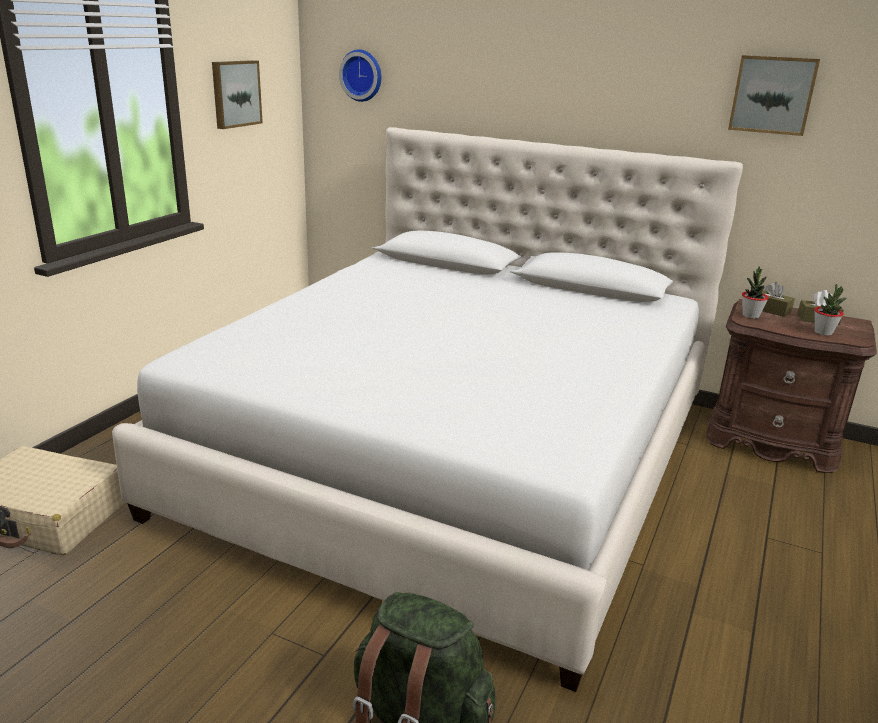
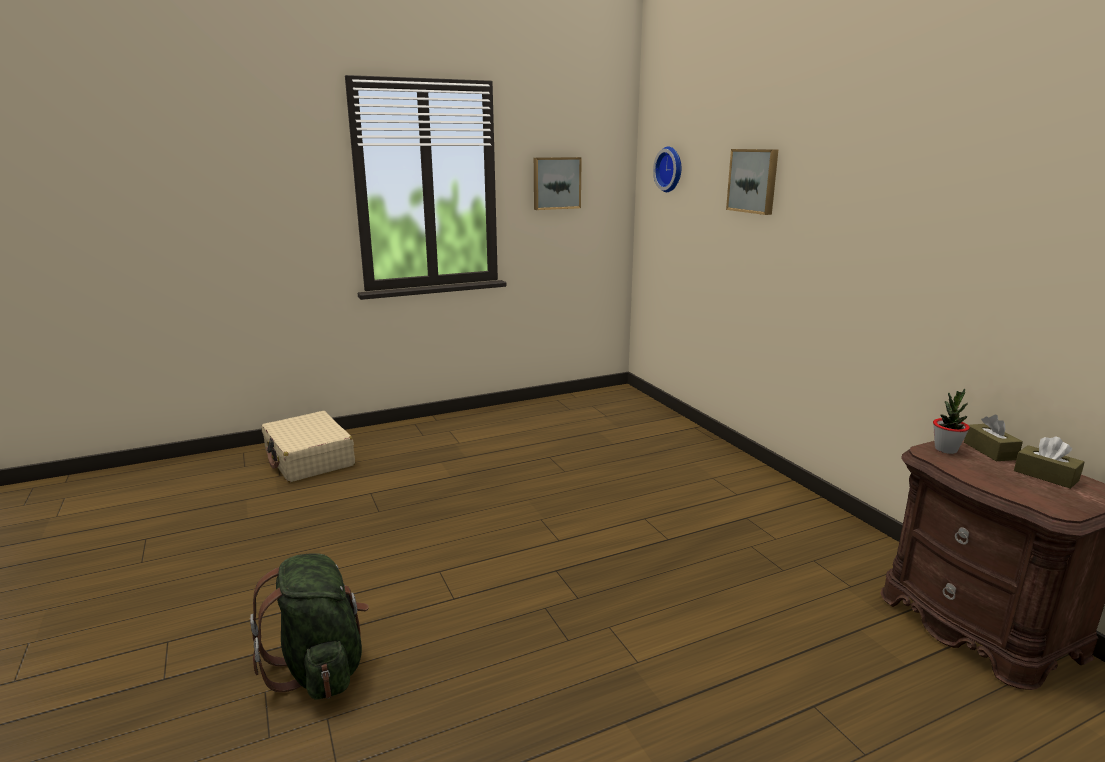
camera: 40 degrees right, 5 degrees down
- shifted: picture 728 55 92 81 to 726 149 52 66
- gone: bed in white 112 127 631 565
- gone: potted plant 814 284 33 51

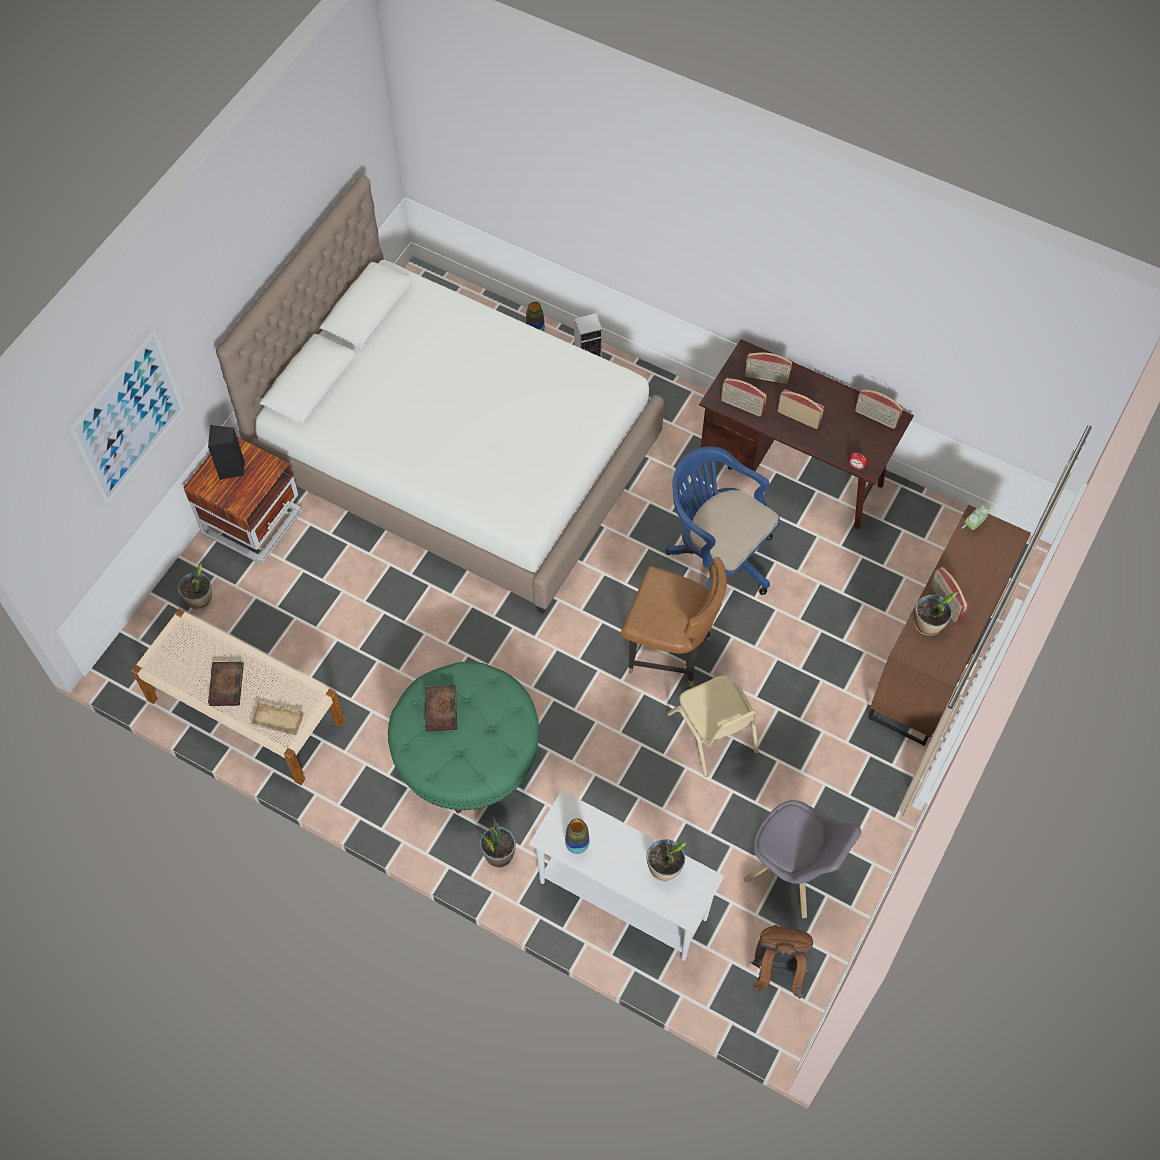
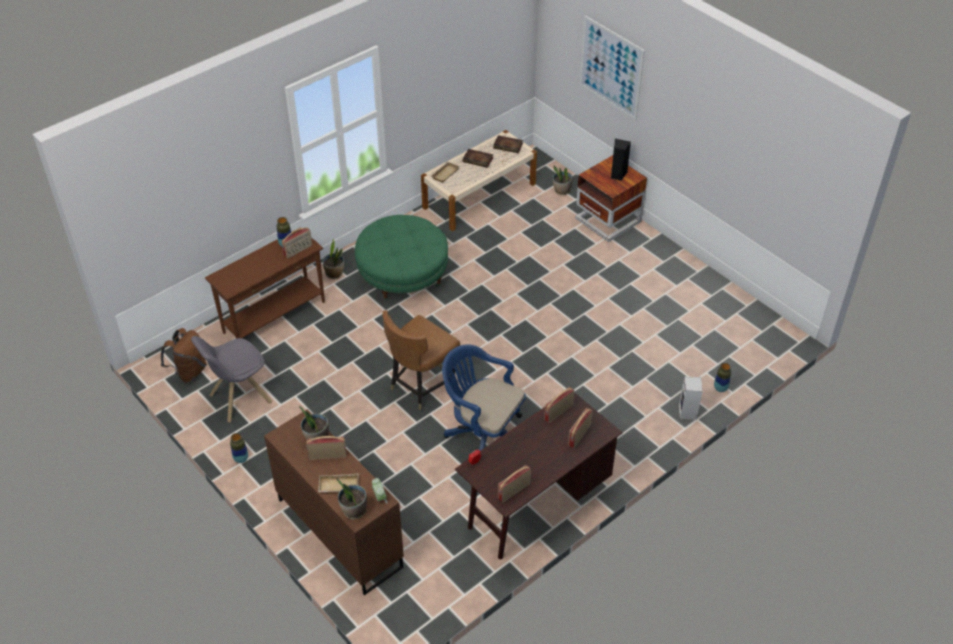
camera: 110 degrees right, 15 degrees down
- repainted: console table in white 529 790 195 171 to console table in brown 205 228 120 111
- new: vase 230 433 18 30
- shifted: radio 778 389 46 40 to 282 227 30 31
- new: tray in beige 318 473 41 19
- shifted: potted plant 647 839 39 42 to 336 478 31 41
- rotated: office chair in blue 666 446 114 149 = 442 344 84 107 120 degrees counterclockwise
- shifted: book 425 685 32 47 to 493 135 30 18
- gone: bed in white 216 176 448 438
- gone: chair in beige 667 675 92 102

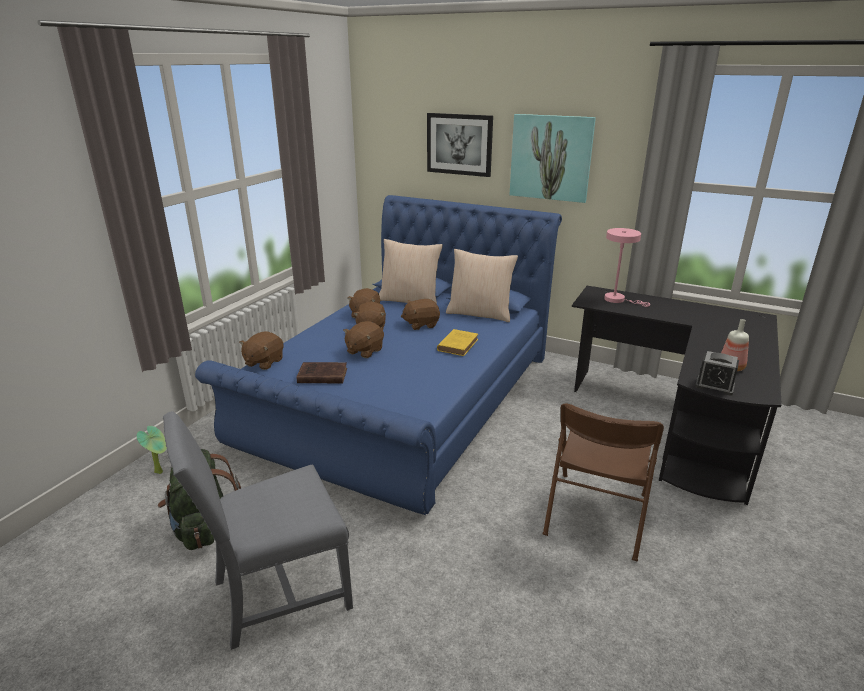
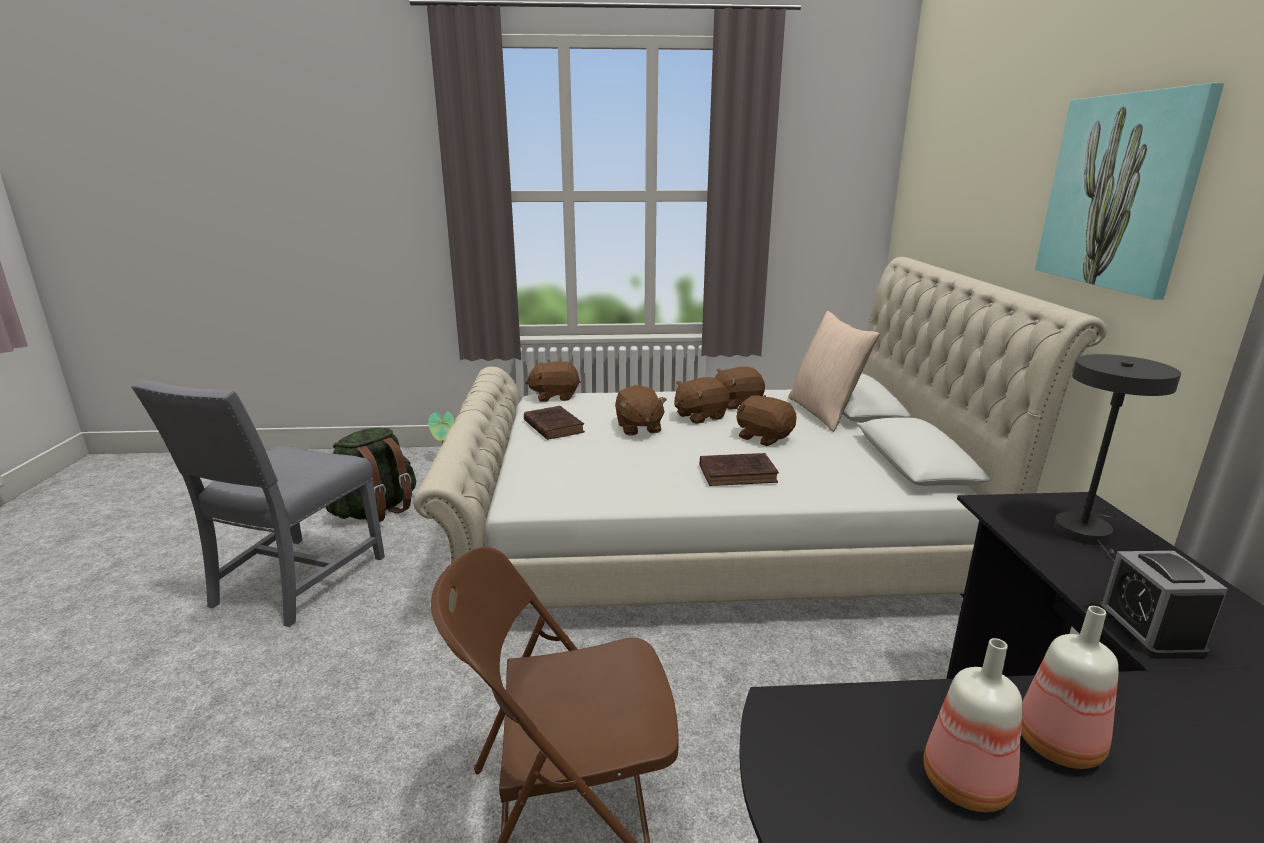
camera: 60 degrees right, 5 degrees down
- rotated: chair in grey 163 411 190 239 = 131 379 254 248 105 degrees counterclockwise
- repainted: bed in blue 195 195 367 320 to bed in beige 413 257 694 356
- rotated: plush toy in brown 343 321 41 37 = 615 385 52 51 105 degrees counterclockwise
- repainted: book in yellow 437 329 41 27 to book in brown 700 453 79 33
- new: bottle 1021 606 98 163
- repainted: table lamp in pink 604 228 46 79 to table lamp in grey 1054 354 127 208
- shifted: alarm clock 695 351 44 45 to 1098 551 130 108
- gone: picture 427 113 66 64
- gone: pillow in beige 446 249 72 73

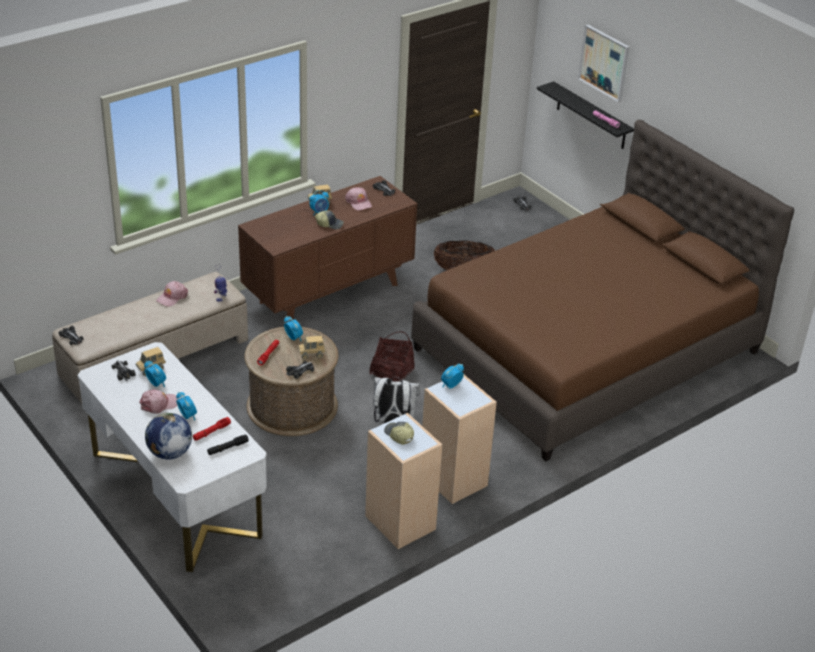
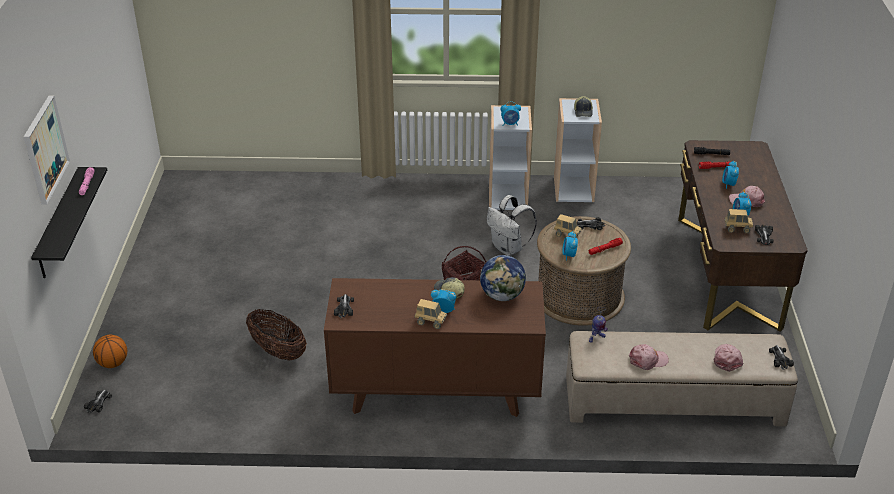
camera: 140 degrees left, 0 degrees up
- new: basketball 93 335 34 33
- shifted: globe 145 413 47 46 to 480 255 46 46
- repainted: desk in white 77 342 190 230 to desk in brown 678 140 130 192
- shifted: cap in pink 345 187 27 24 to 714 344 30 28
- gone: bed in brown 411 120 383 341

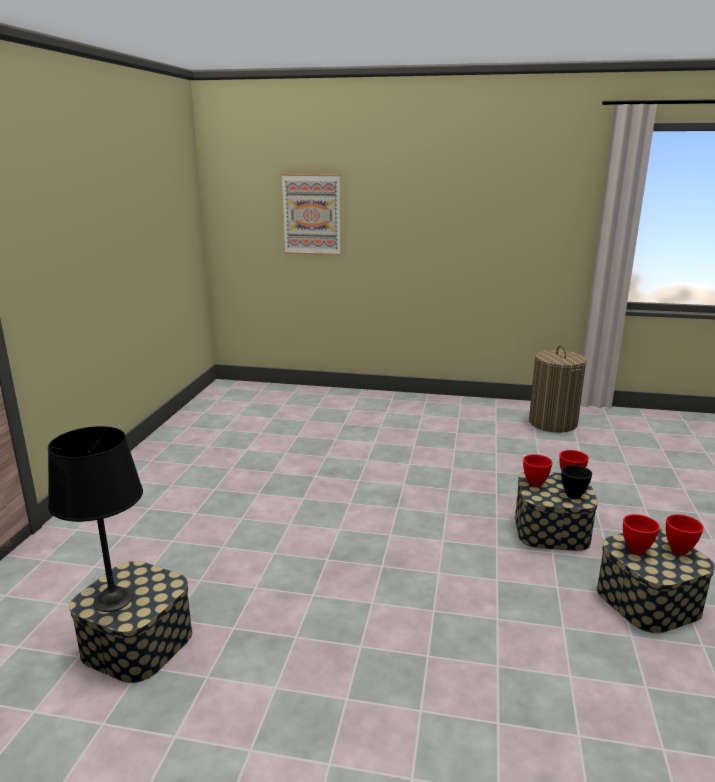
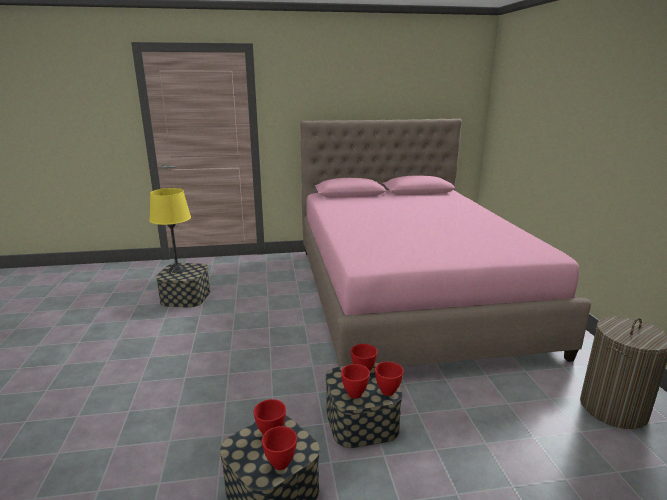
camera: 70 degrees right, 0 degrees up
- repainted: table lamp in black 48 426 95 186 to table lamp in yellow 150 188 41 85
- new: bed in pink 300 119 291 248
- repainted: bowl in black 561 465 31 34 to bowl in red 341 364 29 35
- gone: picture 282 174 58 81

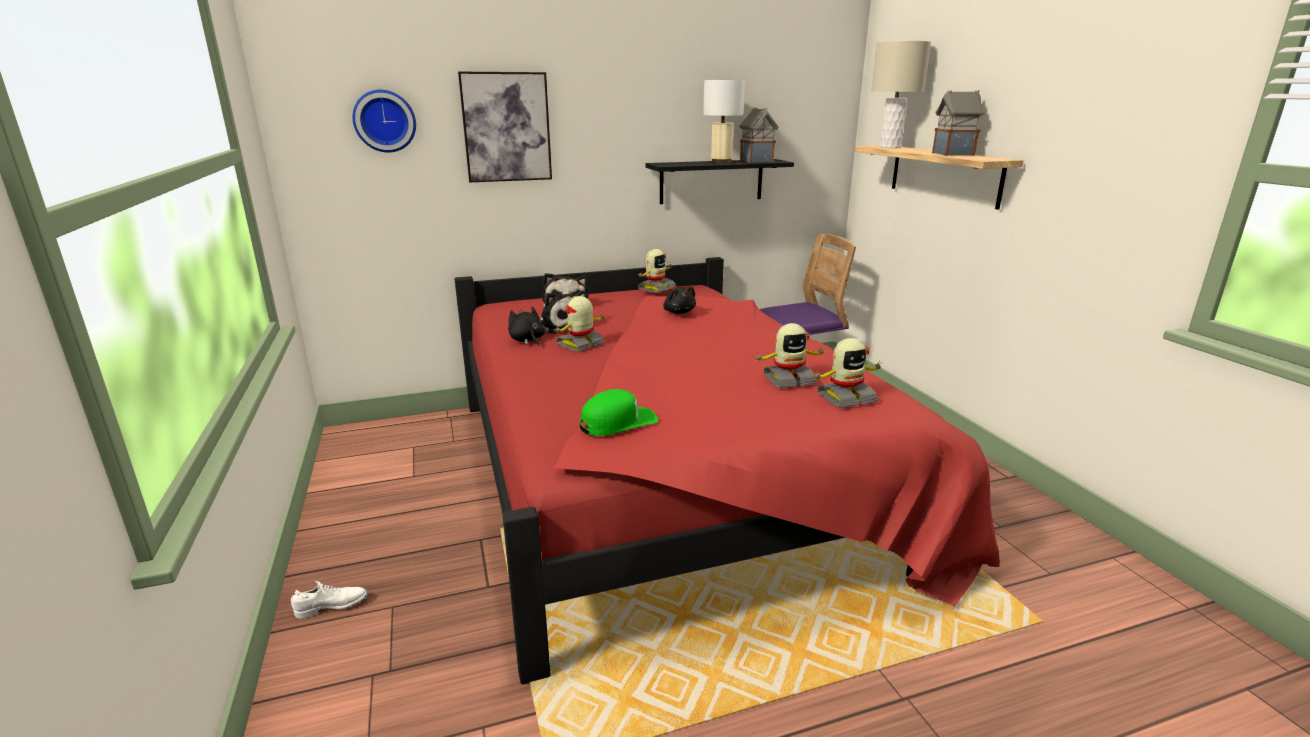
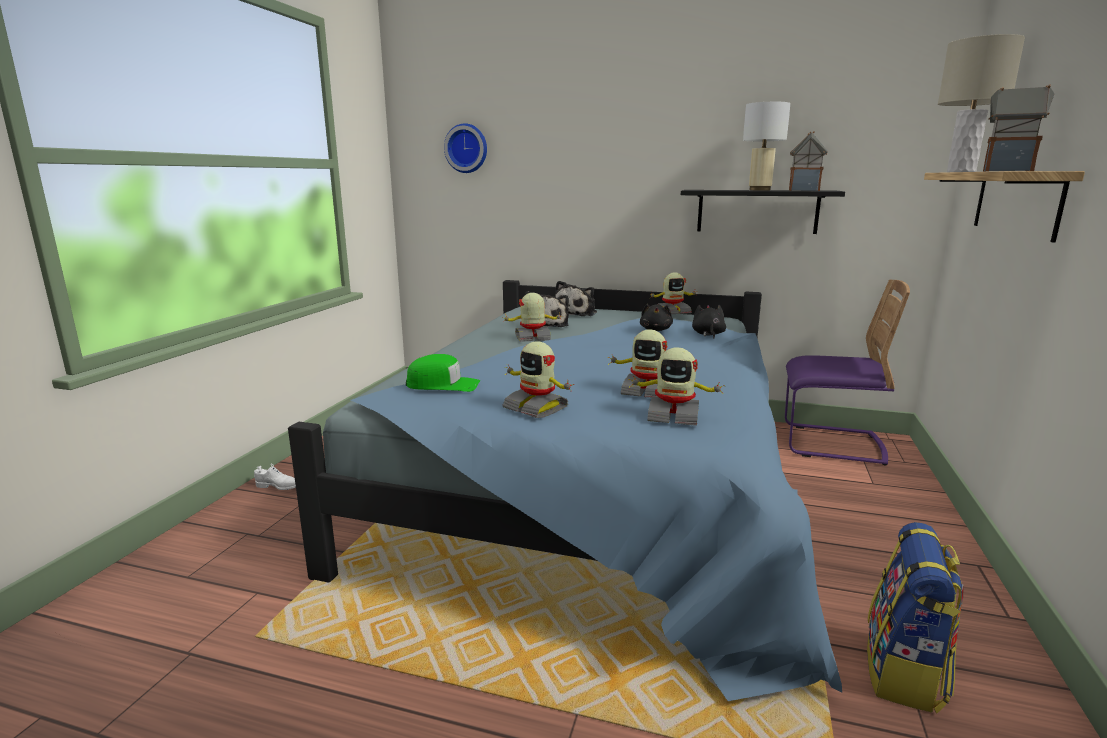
camera: 35 degrees right, 5 degrees down
- repainted: bed in red 455 257 545 428 to bed in blue 288 280 554 421
- new: toy robot 502 341 72 77
- shifted: plush toy in black 508 307 37 39 to 692 305 34 34
- new: backpack 867 522 97 192
- gone: picture 458 72 94 110

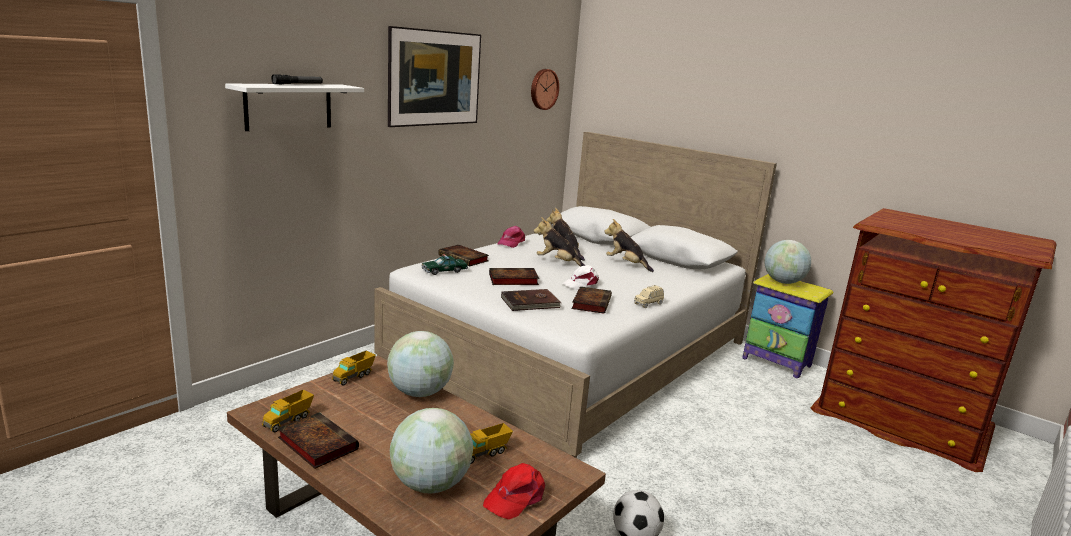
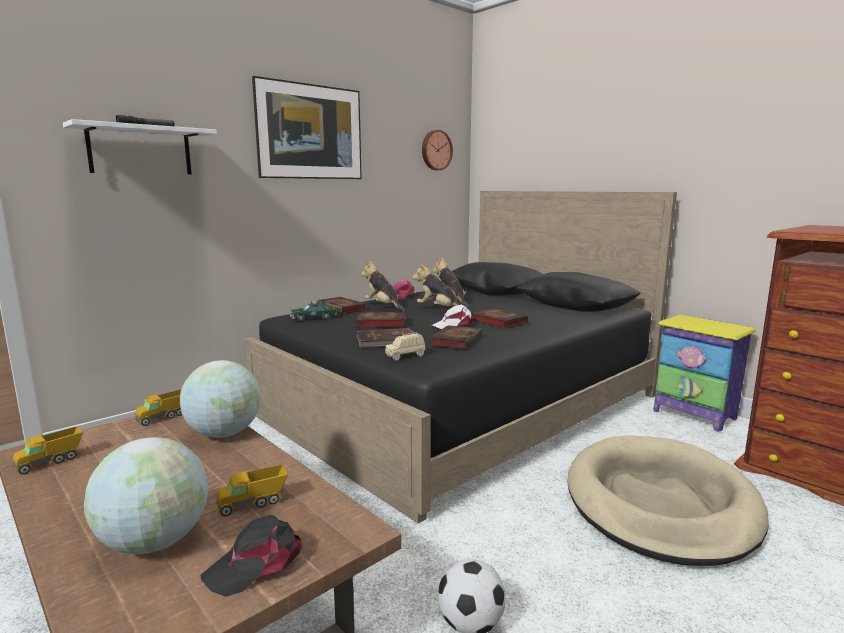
camera: 10 degrees right, 5 degrees down
- repainted: cap in red 483 463 62 57 to cap in black 201 515 101 82
- repainted: bed in white 374 132 403 326 to bed in black 245 191 432 332
- shifted: plush toy 604 219 50 53 to 361 261 44 51
- shifted: toy car in beige 634 285 30 23 to 385 333 40 27
- shifted: book 277 412 82 57 to 471 308 57 20
- new: dog bed in beige 567 435 202 131
- gone: globe 765 240 46 44

